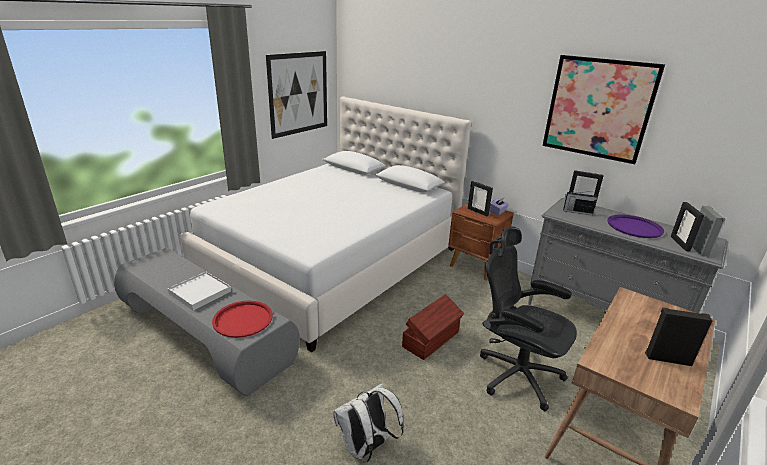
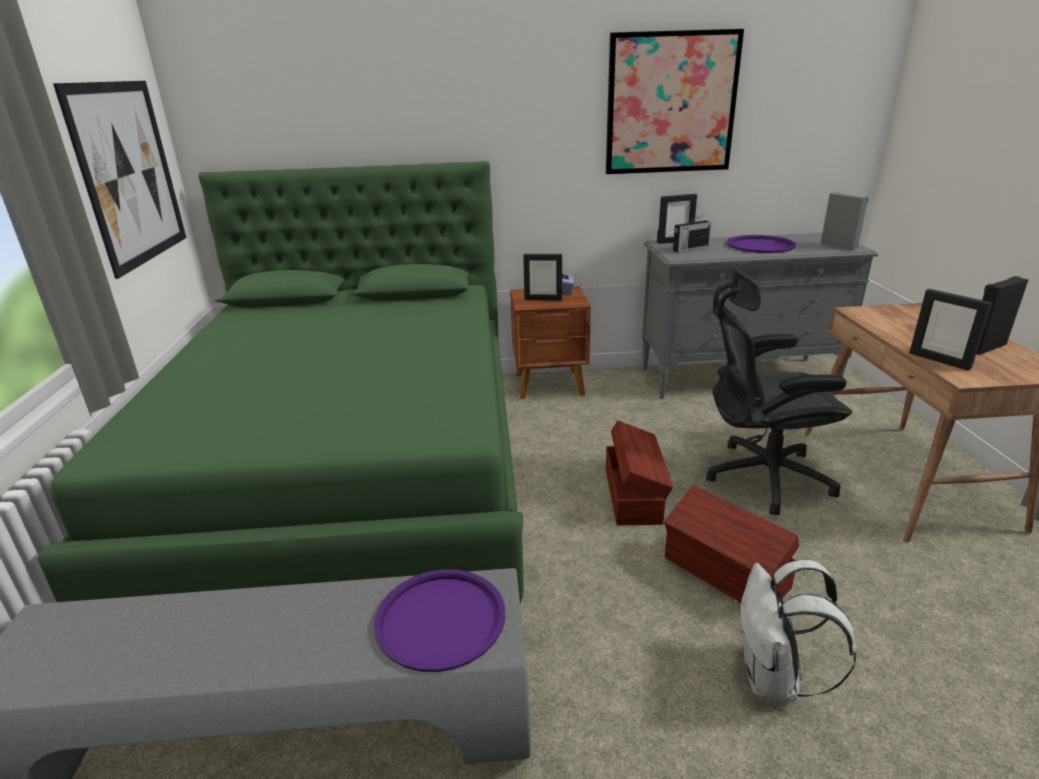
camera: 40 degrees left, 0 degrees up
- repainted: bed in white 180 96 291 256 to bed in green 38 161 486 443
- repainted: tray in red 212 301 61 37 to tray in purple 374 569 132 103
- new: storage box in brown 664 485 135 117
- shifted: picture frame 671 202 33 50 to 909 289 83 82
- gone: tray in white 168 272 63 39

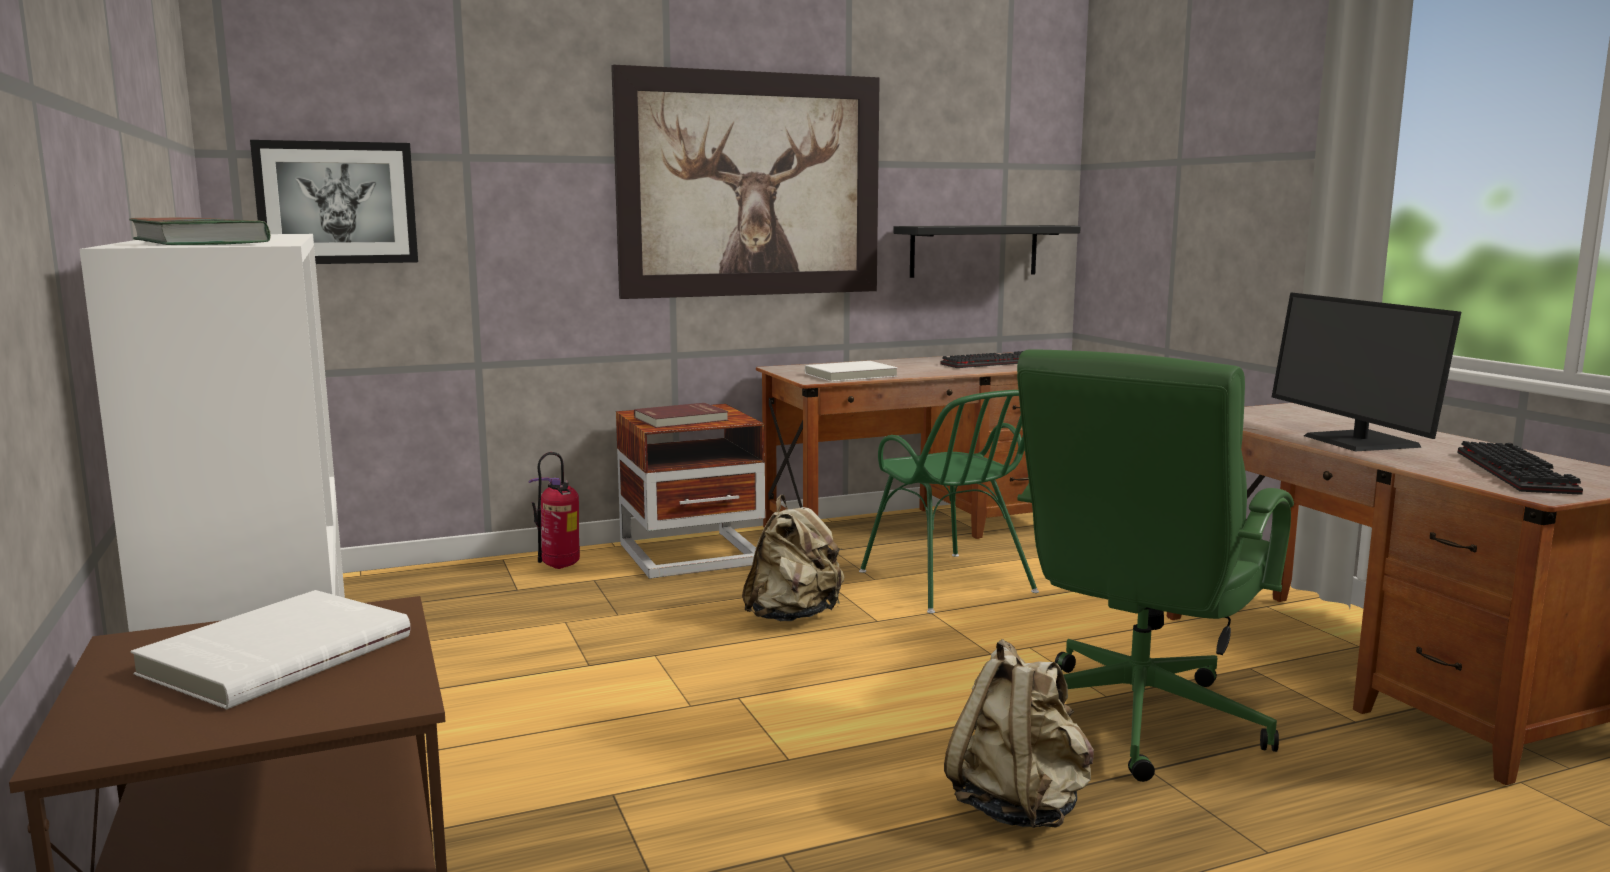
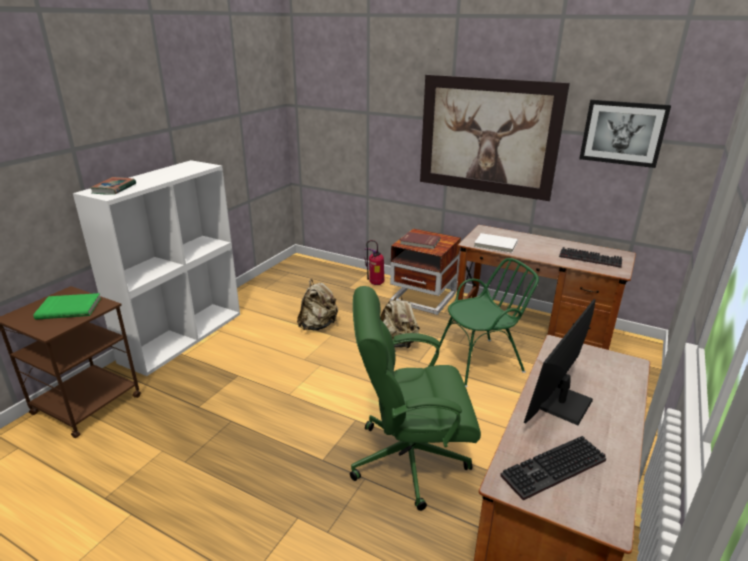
camera: 50 degrees right, 15 degrees up
- repainted: book in white 131 590 279 120 to book in green 33 293 68 27
- shifted: backpack in beige 944 639 150 189 to 297 279 41 51
- rotated: chair in green 859 390 180 224 = 435 258 104 129 135 degrees counterclockwise
- shifted: picture 250 140 168 124 to 579 100 92 68
- gone: shelf in black 894 225 187 53

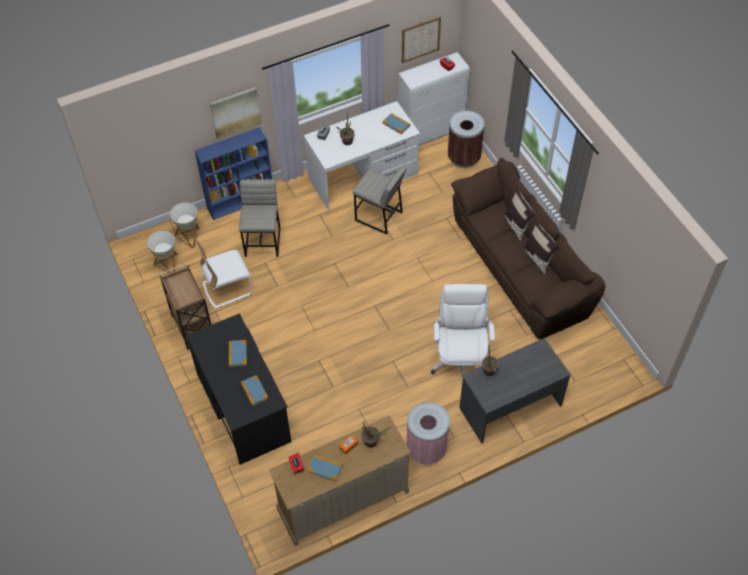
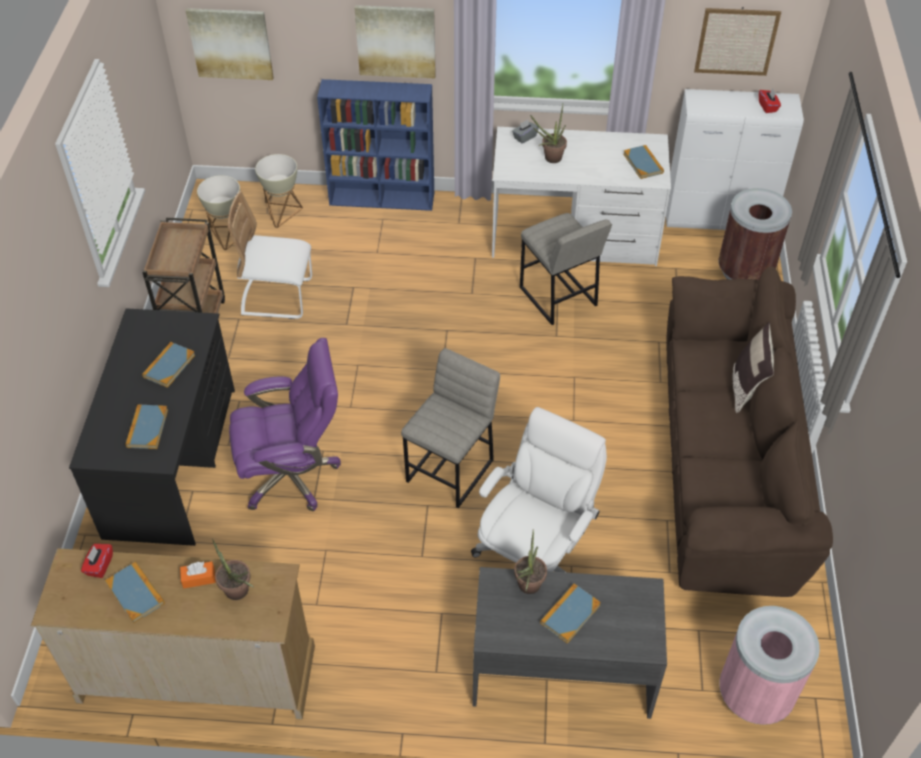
camera: 30 degrees right, 5 degrees down
- new: picture 186 8 88 72
- new: office chair in purple 229 338 112 173
- shifted: chair in grey 239 180 41 77 to 401 348 99 160
- new: book 540 584 61 60
- shifted: trash can in pink 407 402 43 62 to 719 606 101 119
- gone: pillow 524 221 36 53

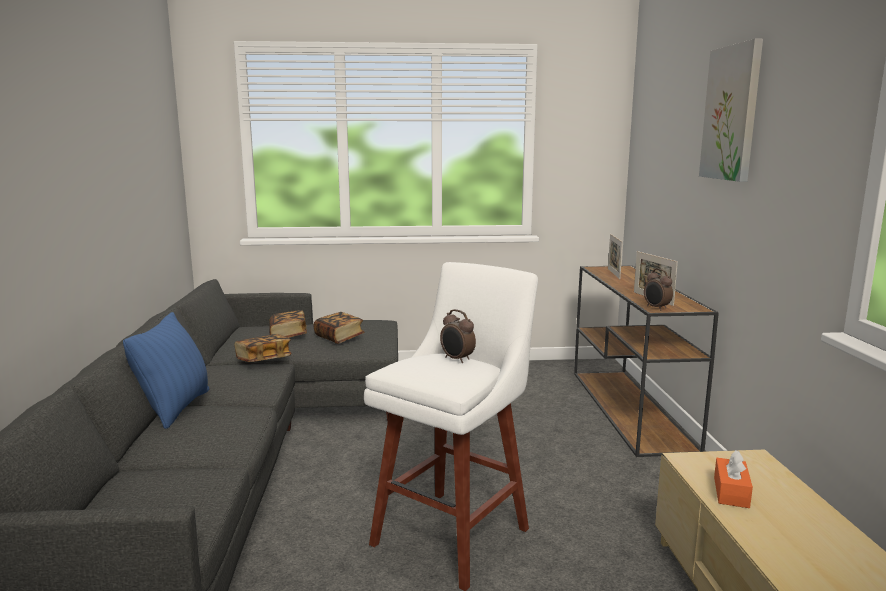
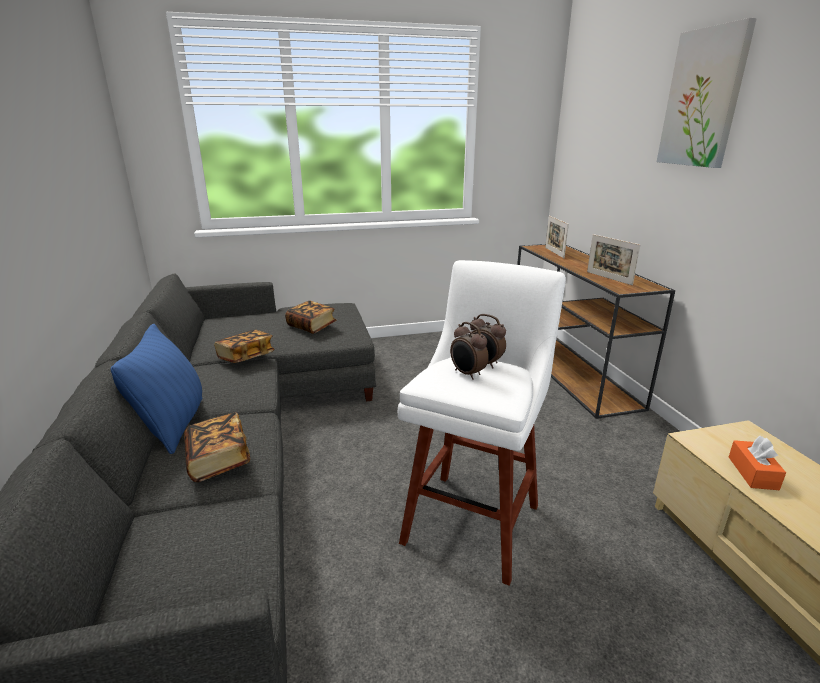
camera: 10 degrees left, 10 degrees up
- shifted: book 269 310 38 28 to 184 412 66 70
- shifted: alarm clock 644 269 29 41 to 450 322 39 58

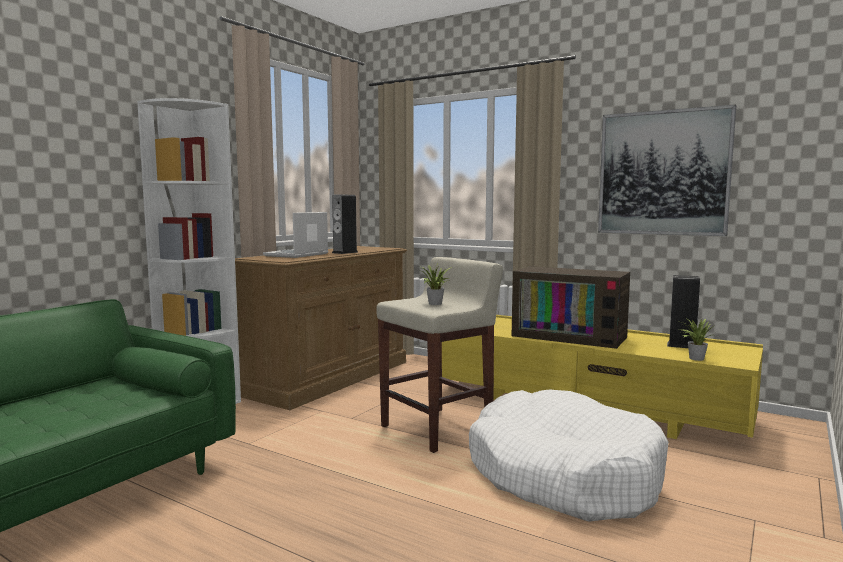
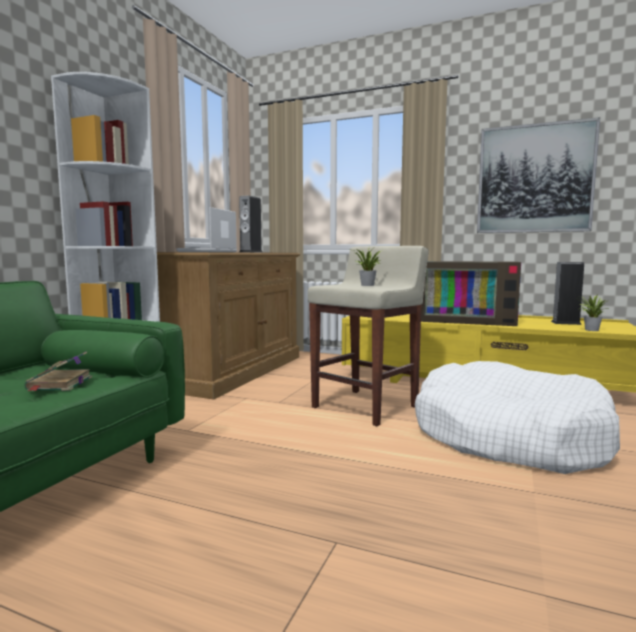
camera: 10 degrees left, 0 degrees up
- new: book 24 352 68 39

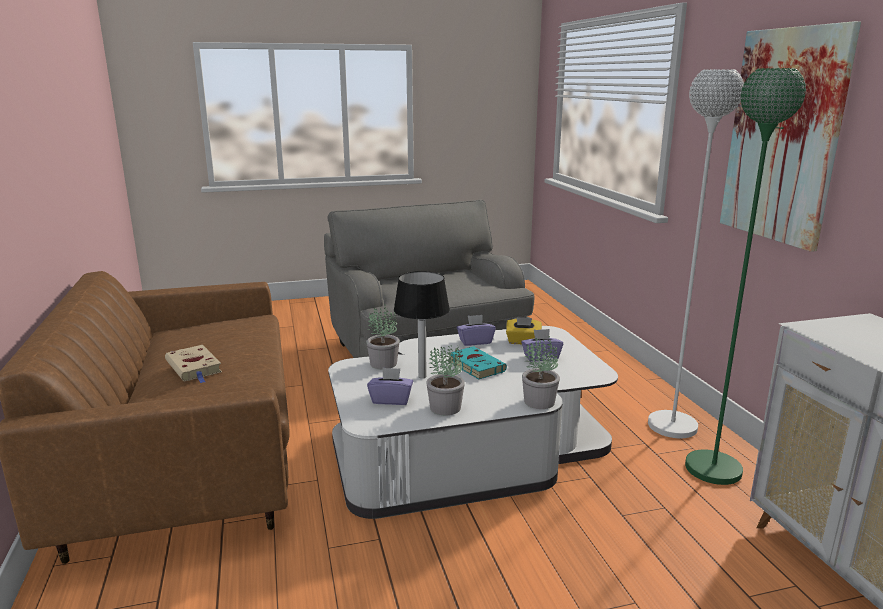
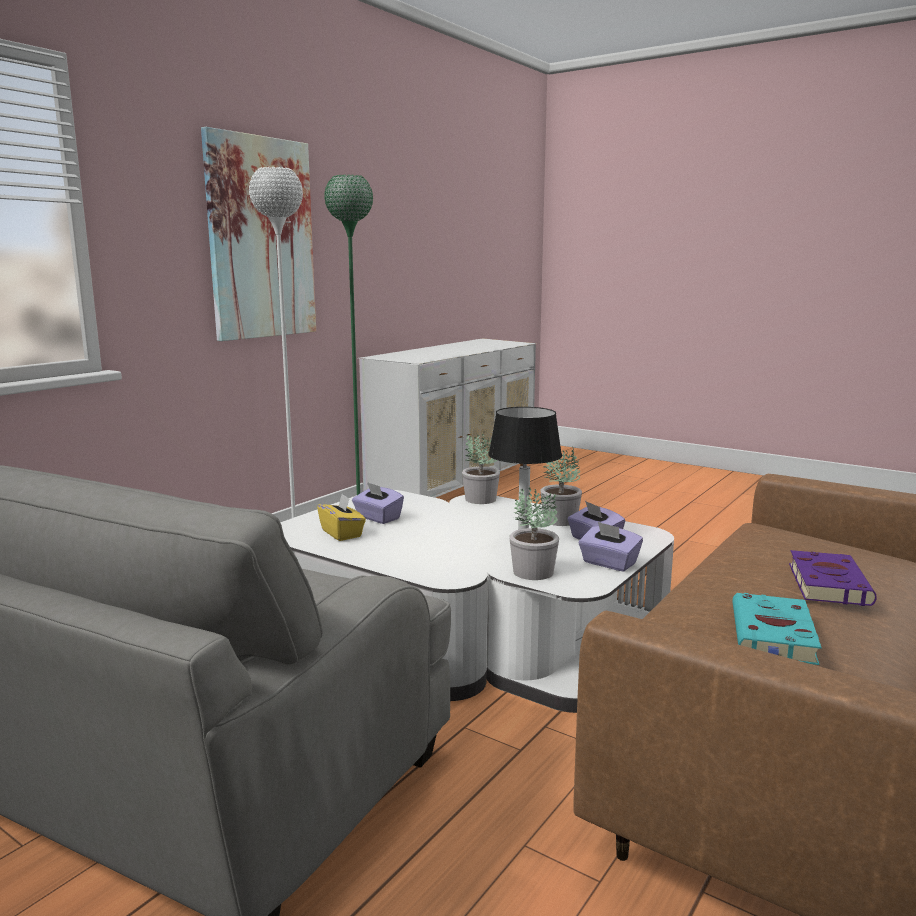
camera: 130 degrees left, 5 degrees down
- shifted: tissue box in purple 457 315 39 31 to 579 522 64 50
- shifted: book in turquoise 450 346 57 34 to 733 593 88 72
- repainted: book in beige 165 345 57 38 to book in purple 789 550 88 56

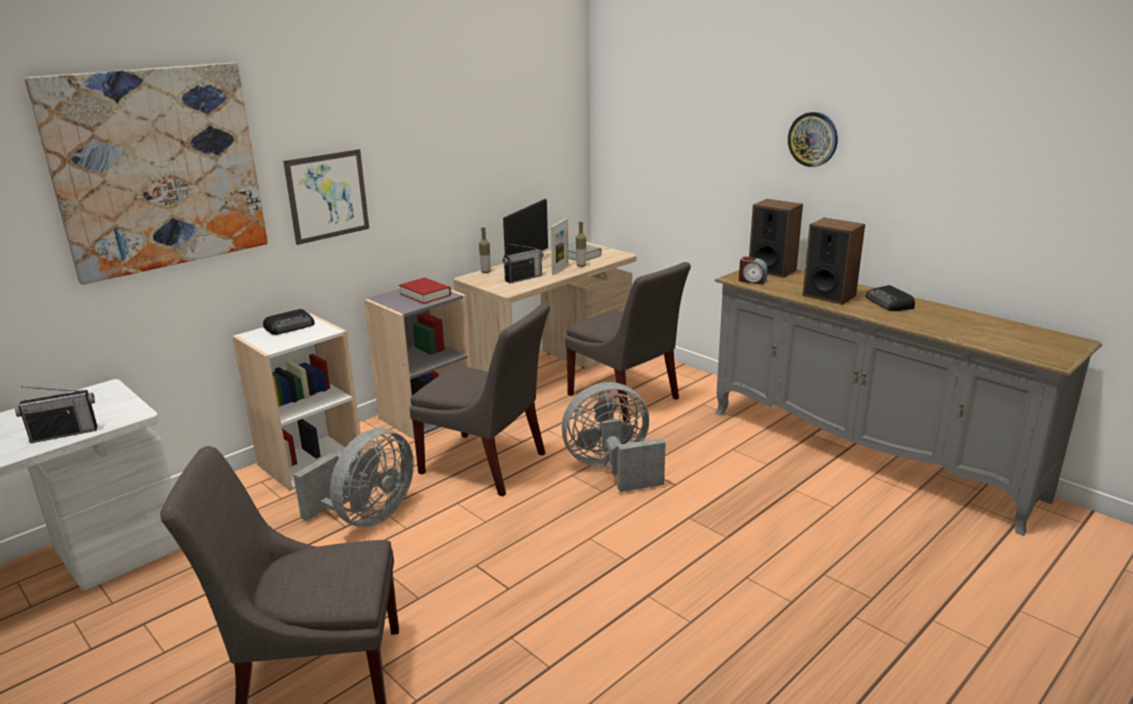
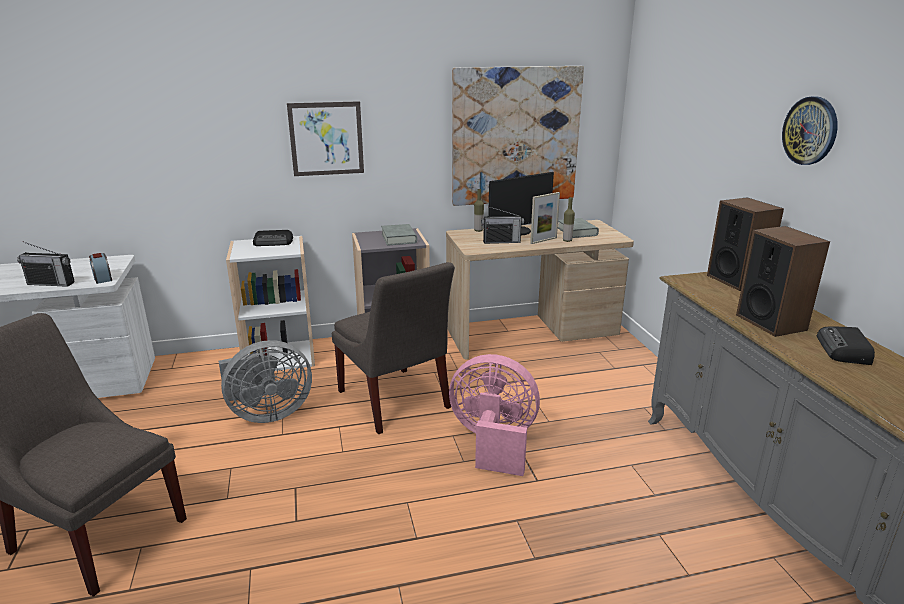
camera: 30 degrees right, 0 degrees up
- shifted: alarm clock 739 257 29 28 to 89 253 23 31
- repainted: book in red 399 278 52 26 to book in grey 381 224 36 22
- repainted: fan in grey 562 382 104 110 to fan in pink 449 354 91 122
- shifted: picture 25 63 243 222 to 452 66 132 140
- gone: chair in grey 565 262 126 161

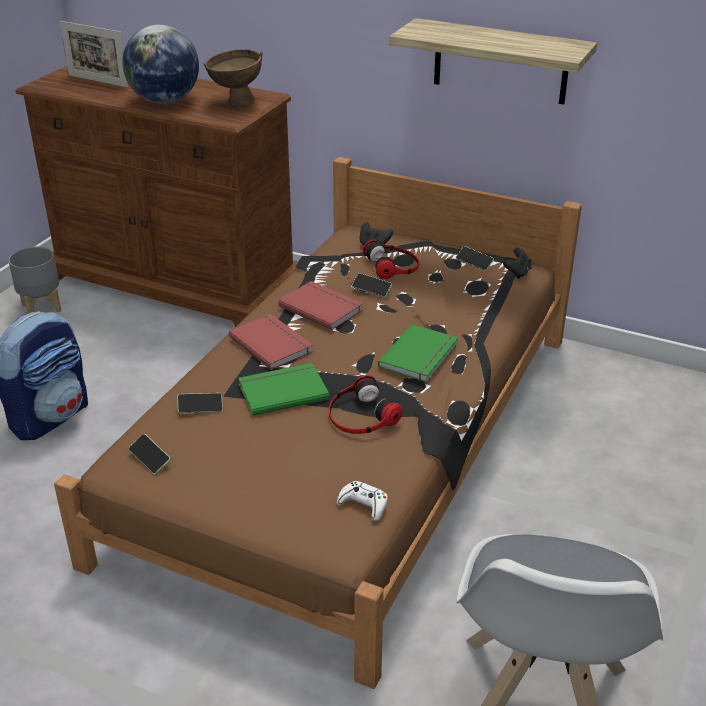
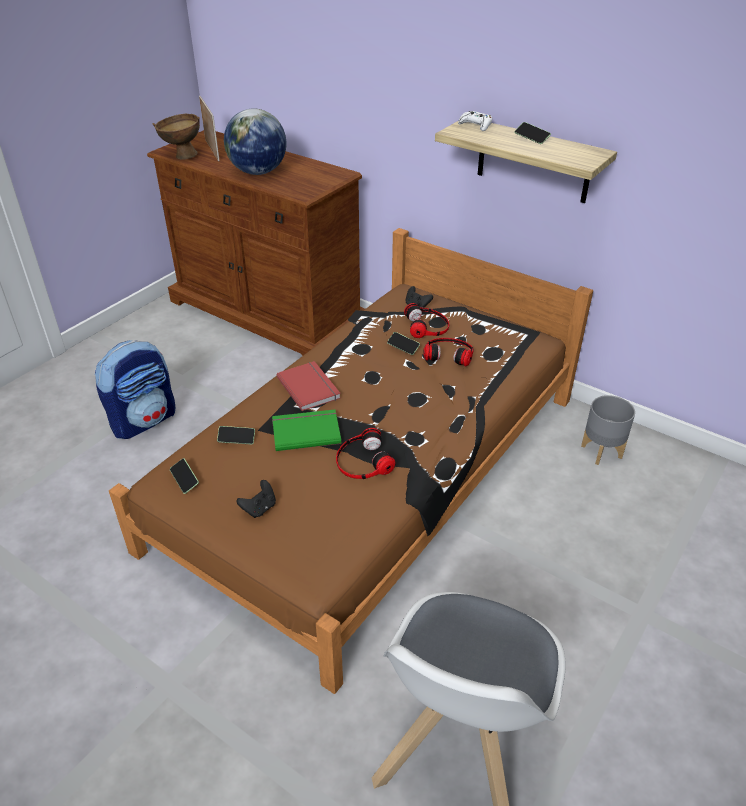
camera: 10 degrees right, 5 degrees up
- shifted: bowl in brown 203 49 60 58 to 152 114 48 46
- rotated: picture frame 60 21 68 67 = 199 96 21 65 150 degrees counterclockwise
- shifted: game controller in black 503 248 29 31 to 237 480 39 38
- new: headphones 423 338 51 28
- shifted: game controller in white 337 481 51 40 to 458 111 34 20
- shifted: phone 456 246 38 25 to 514 122 37 22
- shifted: planter in grey 8 247 53 66 to 581 395 54 70
- gone: book in red 278 281 85 49
- gone: book in green 378 324 80 58

